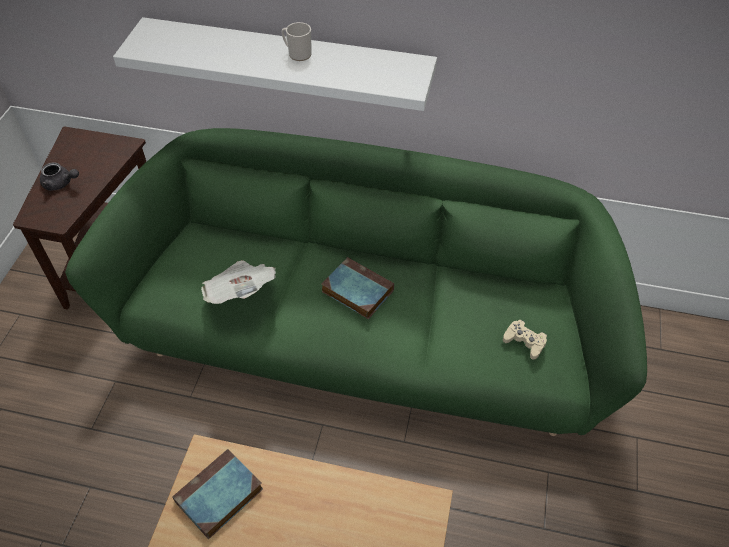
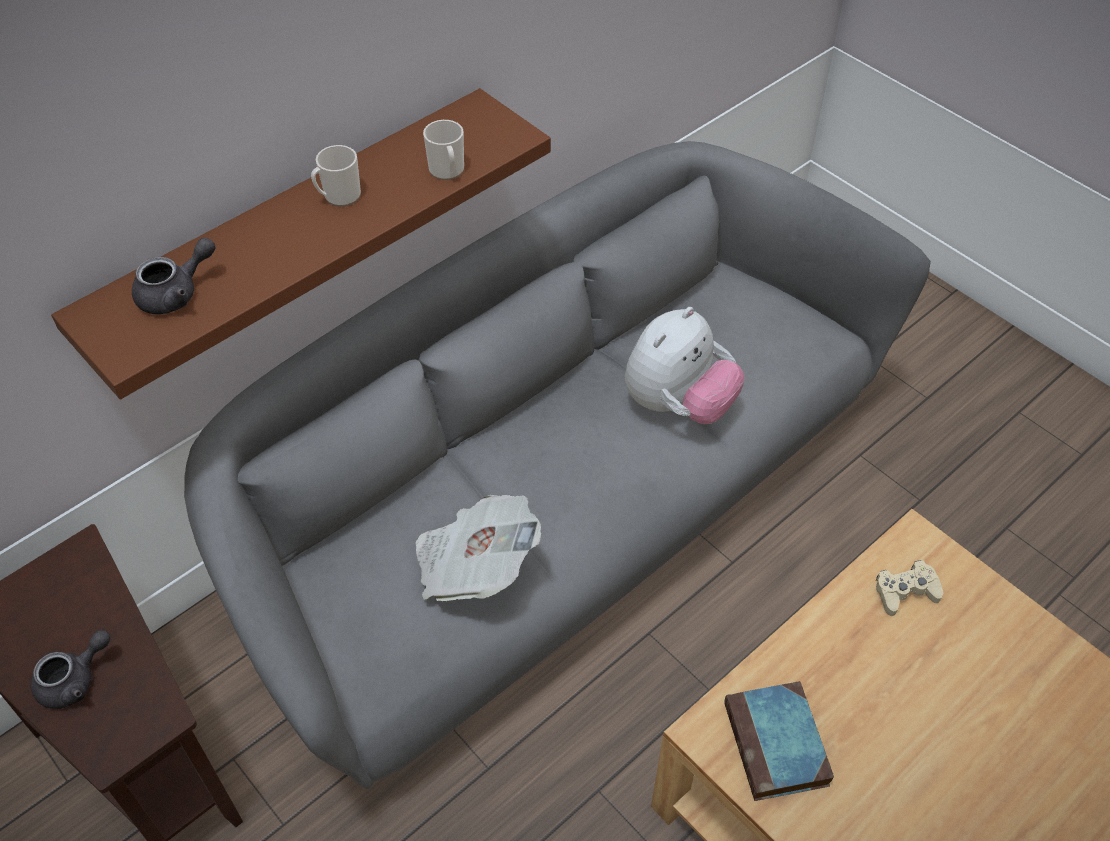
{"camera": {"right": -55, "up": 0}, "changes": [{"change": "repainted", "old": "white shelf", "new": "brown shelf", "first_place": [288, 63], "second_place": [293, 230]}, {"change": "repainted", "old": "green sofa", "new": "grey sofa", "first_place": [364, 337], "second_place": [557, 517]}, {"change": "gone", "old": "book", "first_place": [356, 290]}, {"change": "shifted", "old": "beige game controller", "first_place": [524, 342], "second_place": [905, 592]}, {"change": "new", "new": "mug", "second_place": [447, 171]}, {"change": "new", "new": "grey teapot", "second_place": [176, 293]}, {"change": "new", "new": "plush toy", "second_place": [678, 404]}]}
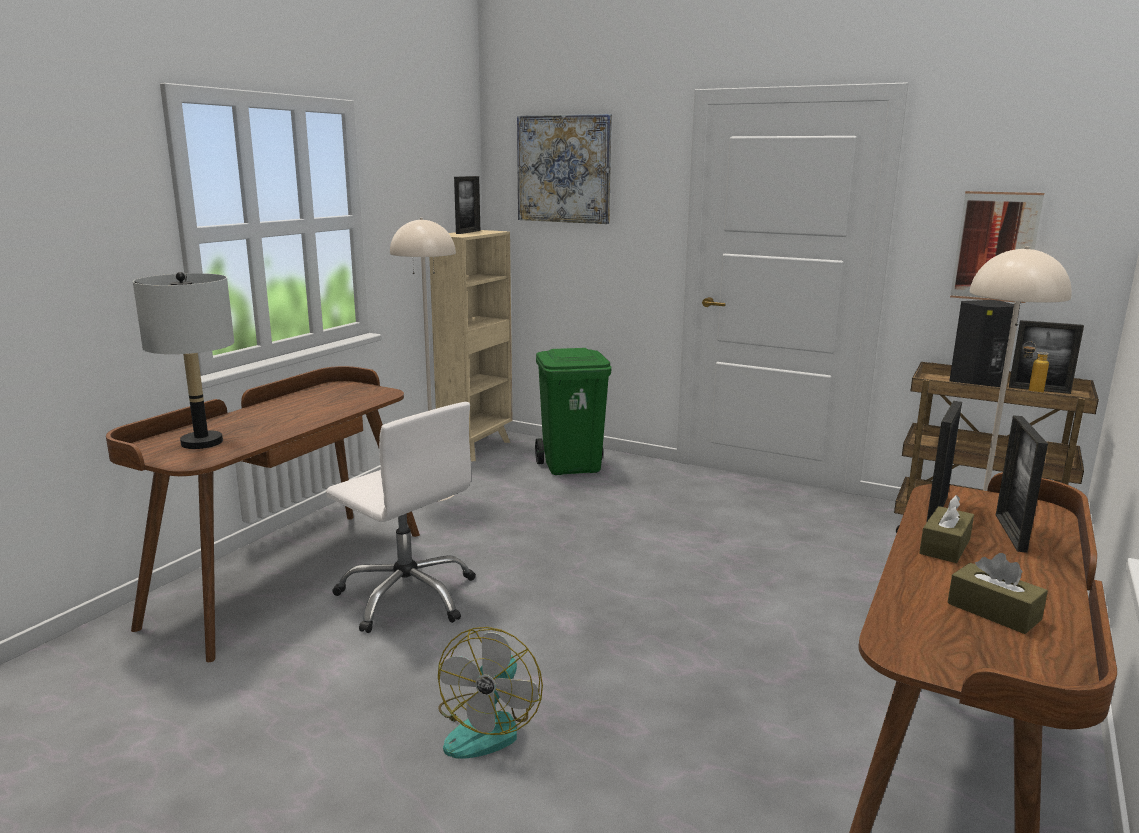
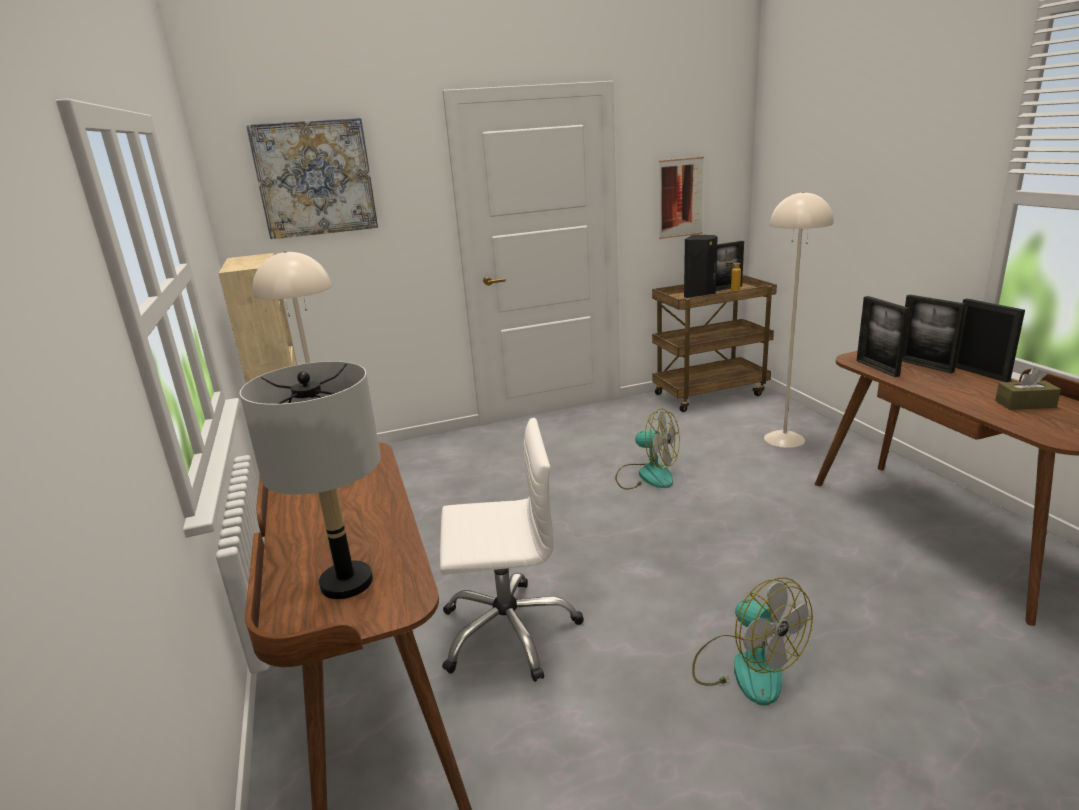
{"camera": {"right": -45, "up": 5}, "changes": [{"change": "shifted", "old": "picture frame", "first_place": [468, 232], "second_place": [979, 373]}, {"change": "gone", "old": "green trash can", "first_place": [572, 466]}, {"change": "gone", "old": "brown tissue box", "first_place": [945, 546]}, {"change": "new", "new": "fan", "second_place": [646, 475]}]}
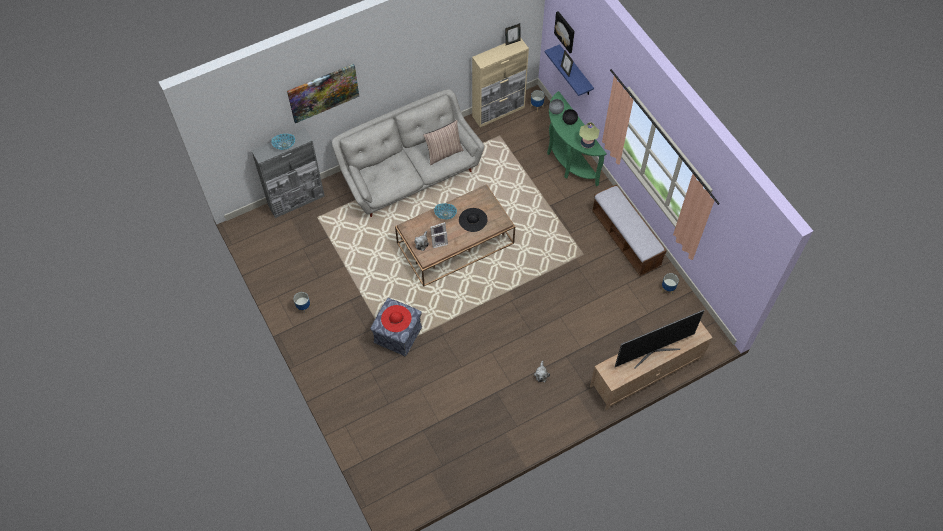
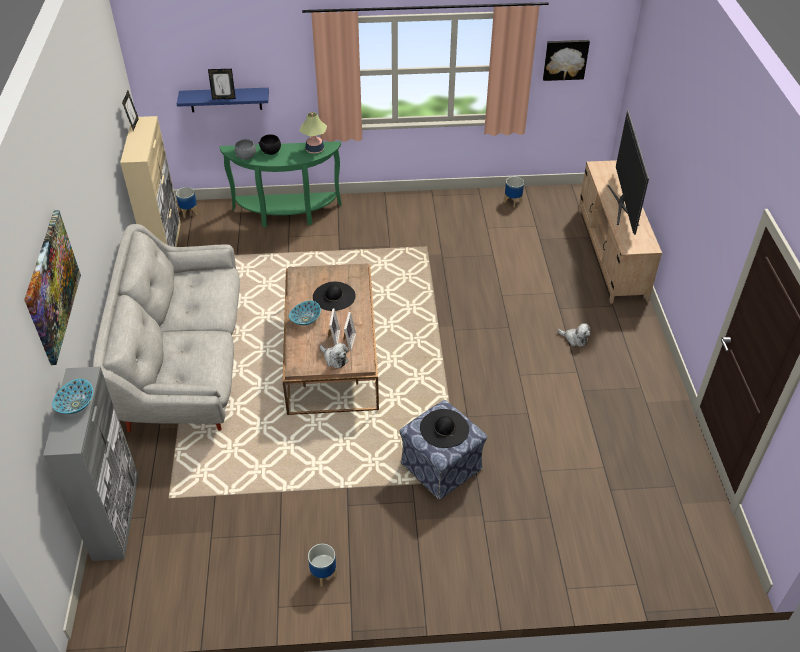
{"camera": {"right": -65, "up": -15}, "changes": [{"change": "shifted", "old": "picture", "first_place": [565, 31], "second_place": [565, 59]}, {"change": "gone", "old": "pillow", "first_place": [444, 153]}, {"change": "gone", "old": "bench", "first_place": [625, 239]}, {"change": "repainted", "old": "red hat", "new": "black hat", "first_place": [396, 318], "second_place": [444, 428]}]}
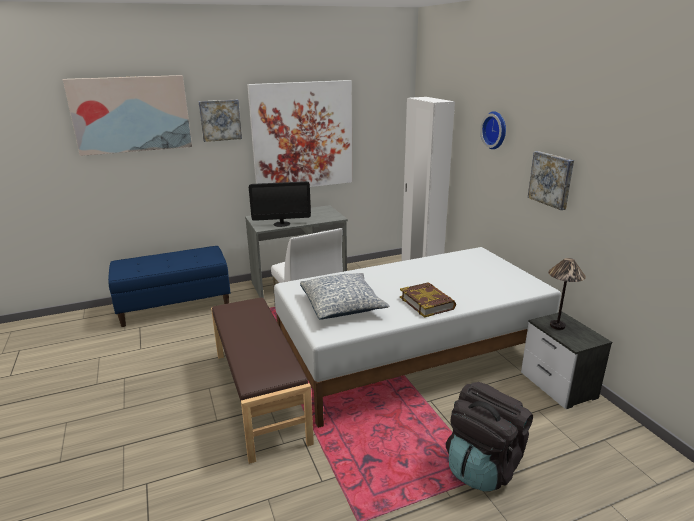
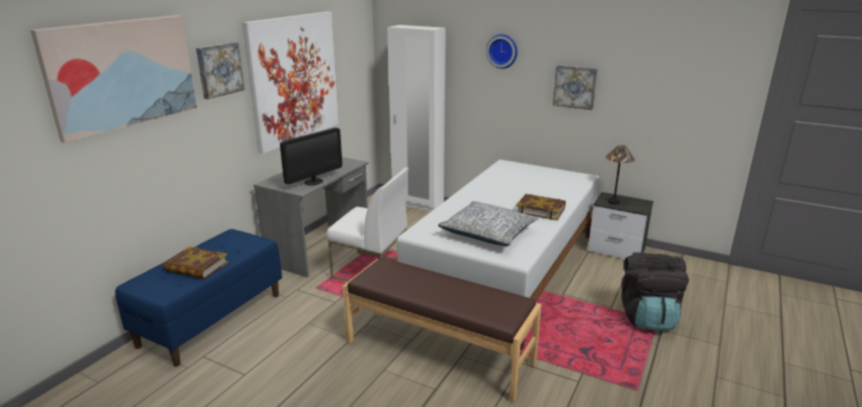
{"camera": {"right": -40, "up": 0}, "changes": [{"change": "new", "new": "book", "second_place": [196, 267]}]}
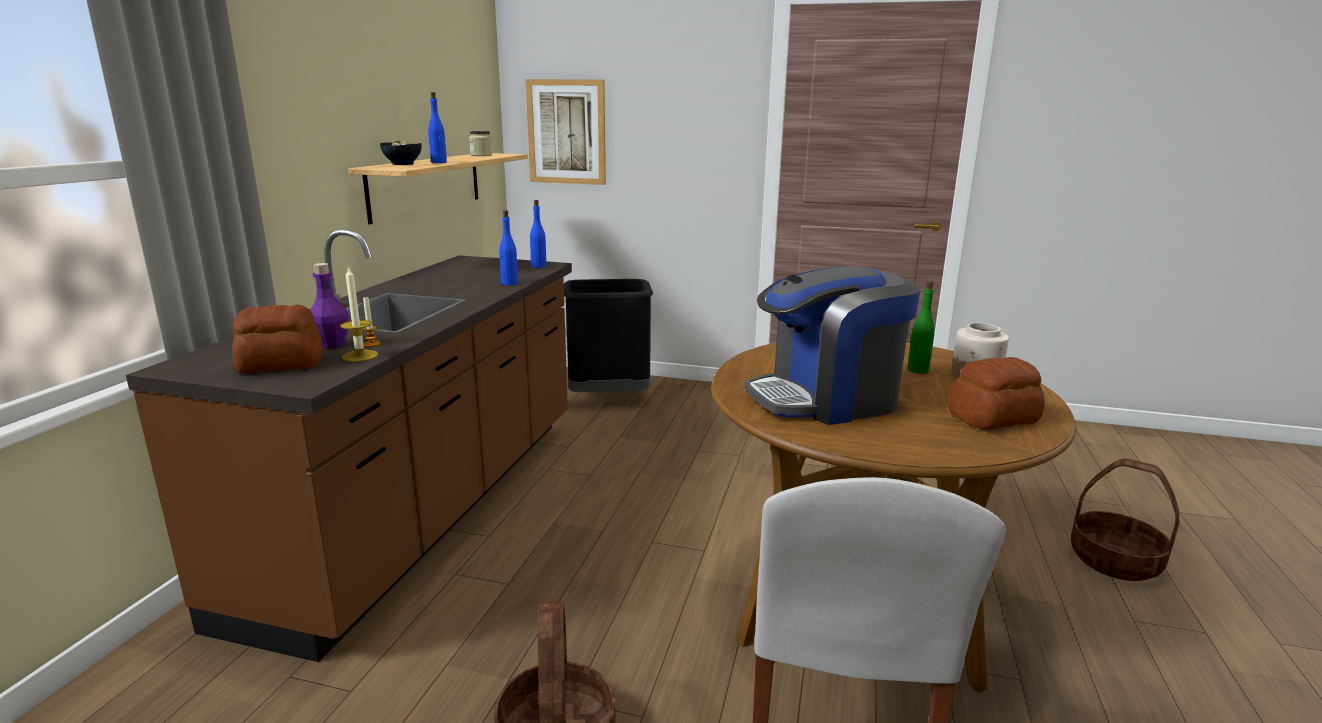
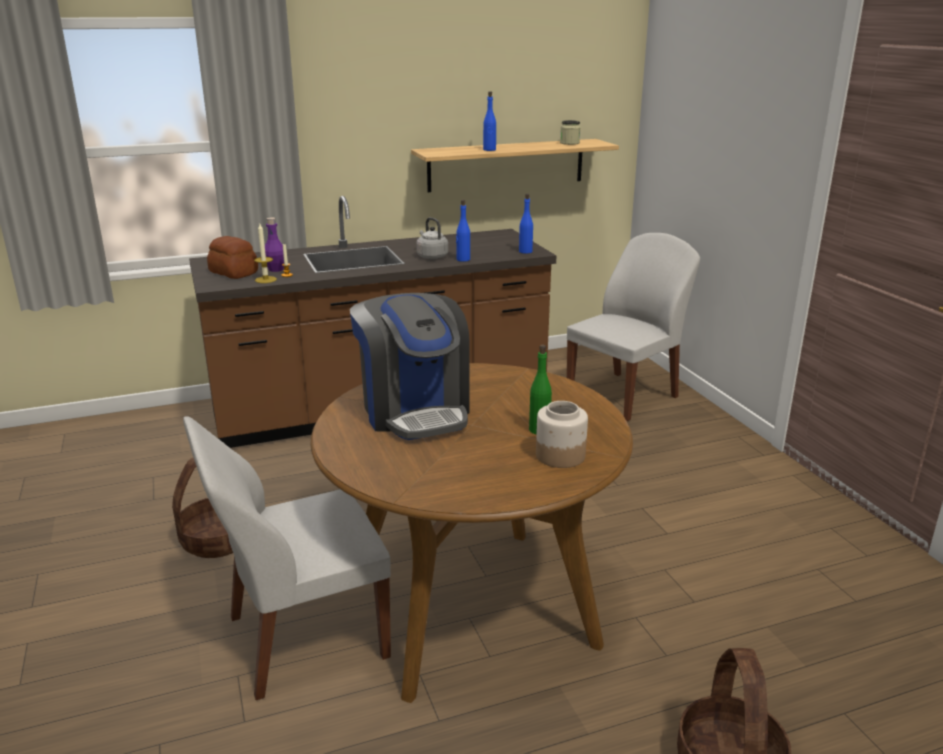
{"camera": {"right": 55, "up": 5}, "changes": [{"change": "gone", "old": "picture", "first_place": [566, 132]}, {"change": "gone", "old": "bowl", "first_place": [403, 164]}, {"change": "rotated", "old": "coffee machine", "first_place": [826, 399], "second_place": [414, 410], "degrees": -150}, {"change": "swapped", "old": "black trash can", "new": "white chair", "first_place": [609, 397], "second_place": [624, 395]}, {"change": "gone", "old": "bread", "first_place": [994, 418]}, {"change": "new", "new": "grey kettle", "second_place": [431, 256]}]}
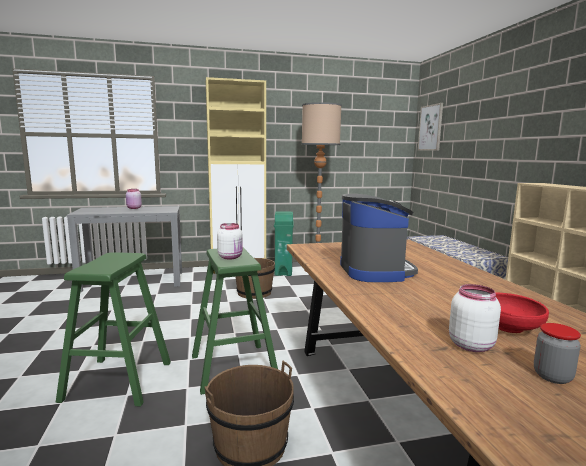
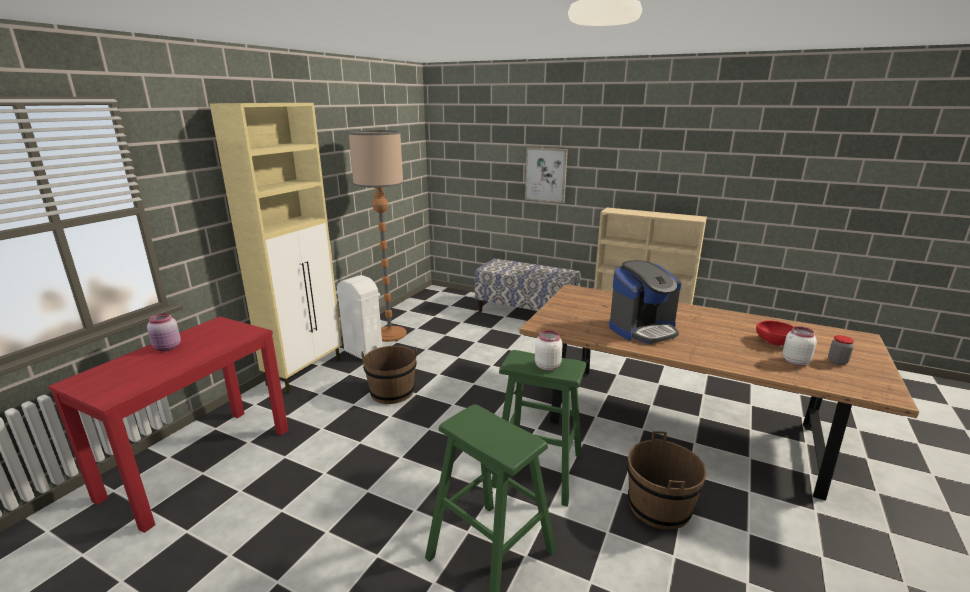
{"camera": {"right": -50, "up": 10}, "changes": [{"change": "shifted", "old": "picture", "first_place": [430, 128], "second_place": [546, 175]}, {"change": "rotated", "old": "coffee machine", "first_place": [375, 271], "second_place": [642, 329], "degrees": 120}, {"change": "repainted", "old": "grey console table", "new": "red console table", "first_place": [133, 281], "second_place": [200, 462]}, {"change": "repainted", "old": "green trash can", "new": "white trash can", "first_place": [283, 272], "second_place": [363, 352]}]}
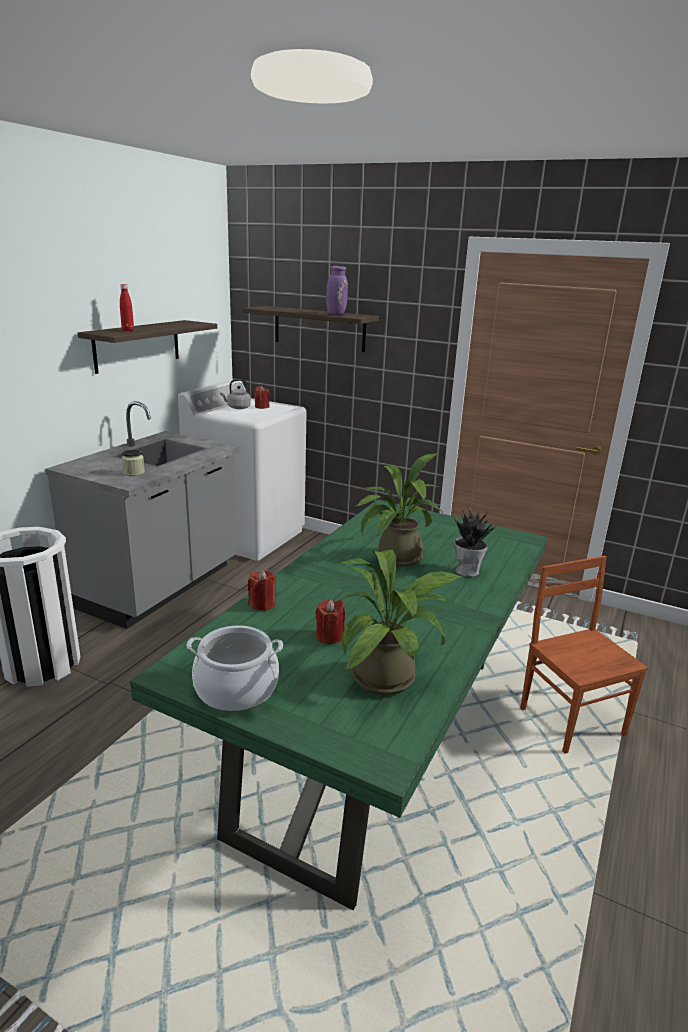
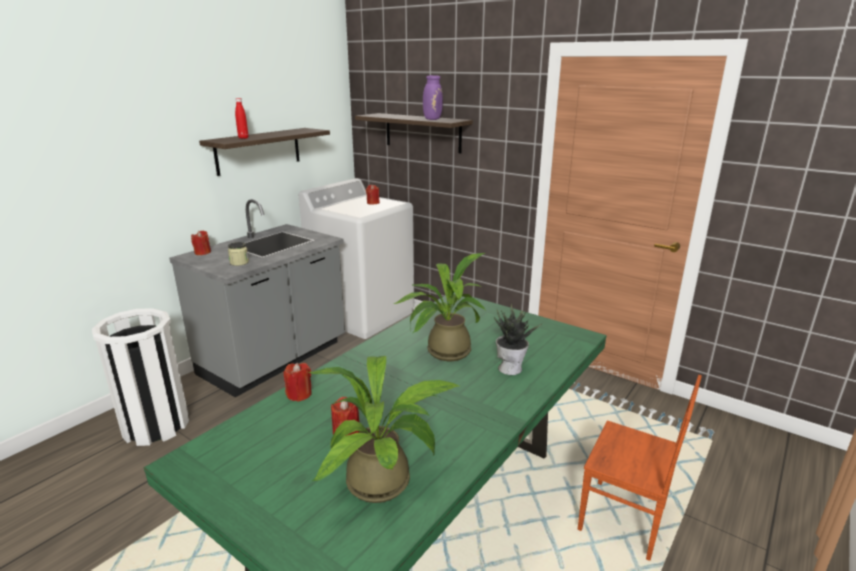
{"camera": {"right": 10, "up": 0}, "changes": [{"change": "gone", "old": "grey kettle", "first_place": [237, 408]}, {"change": "rotated", "old": "brown chair", "first_place": [572, 720], "second_place": [623, 520], "degrees": 135}, {"change": "gone", "old": "cooking pot", "first_place": [236, 690]}, {"change": "new", "new": "red candle", "second_place": [202, 252]}]}
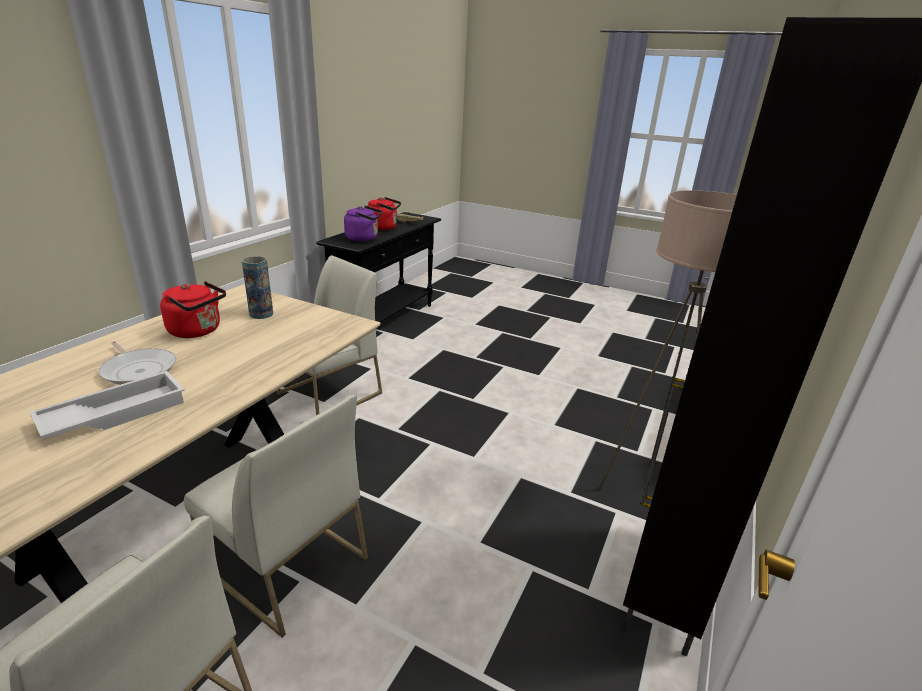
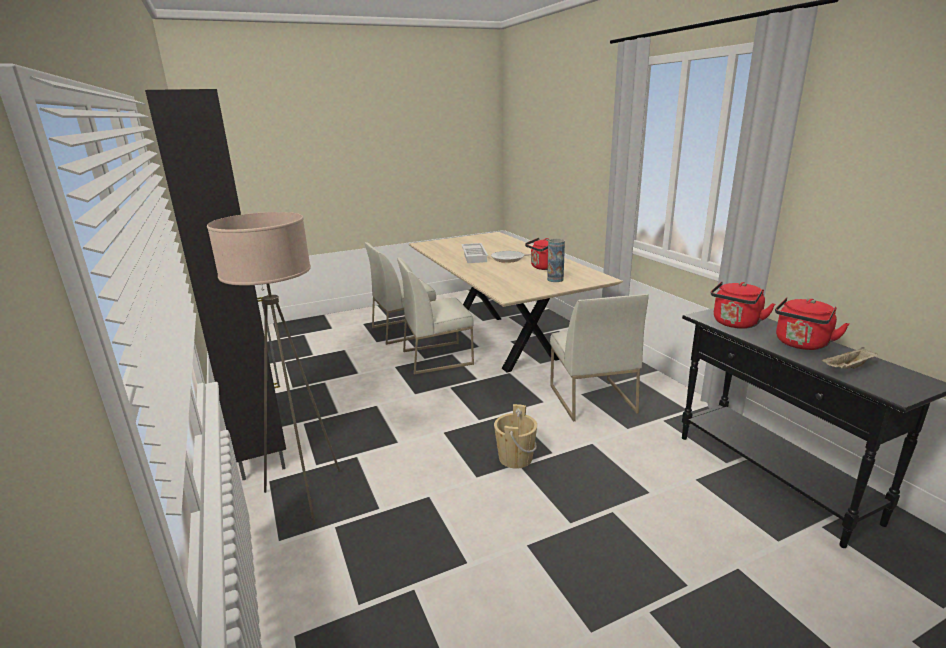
{"camera": {"right": 130, "up": -5}, "changes": [{"change": "repainted", "old": "purple kettle", "new": "red kettle", "first_place": [364, 238], "second_place": [735, 324]}, {"change": "new", "new": "beige bucket", "second_place": [515, 458]}]}
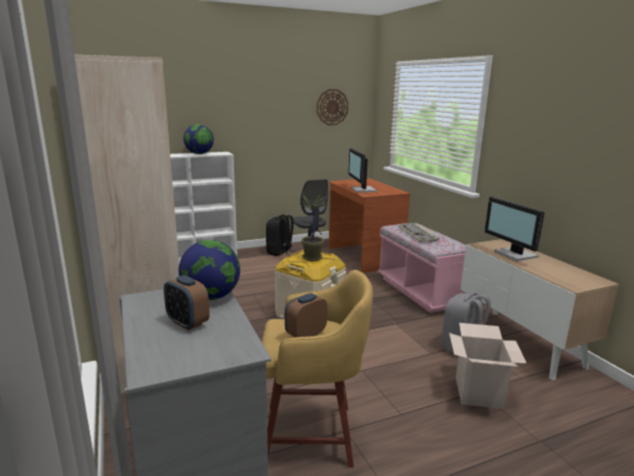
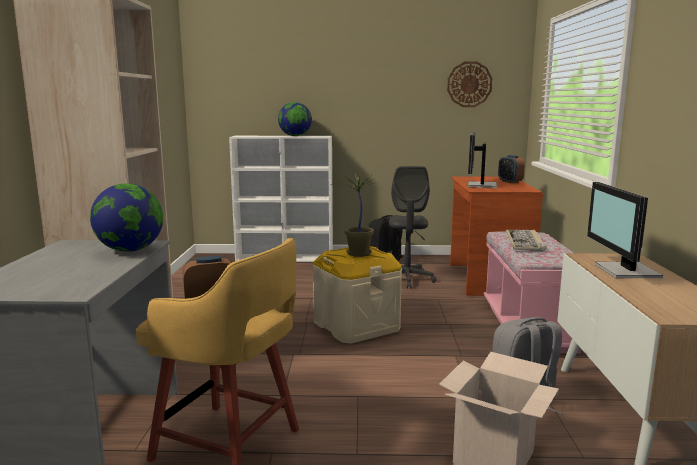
{"camera": {"right": 25, "up": -5}, "changes": [{"change": "shifted", "old": "alarm clock", "first_place": [187, 323], "second_place": [510, 182]}]}
